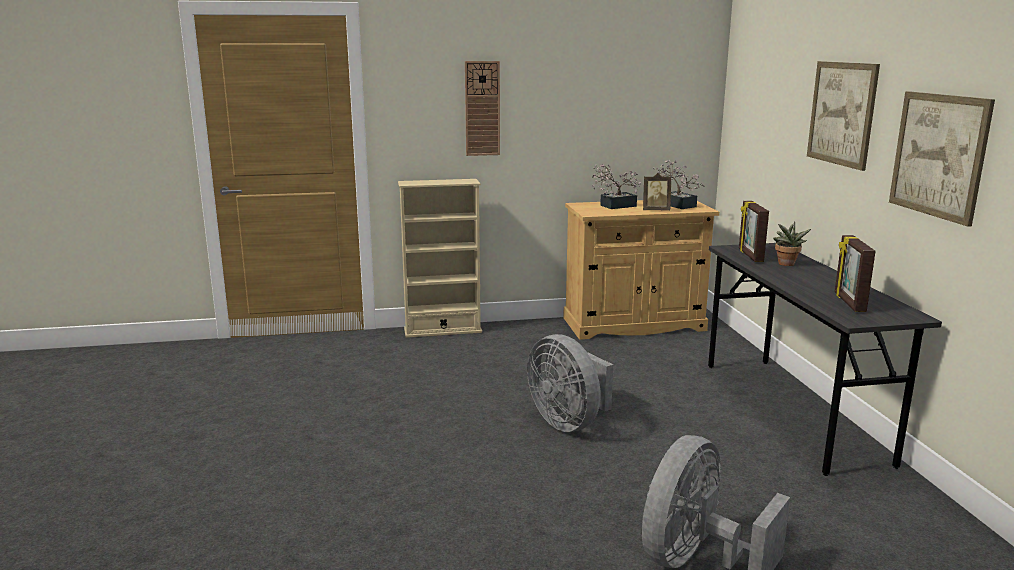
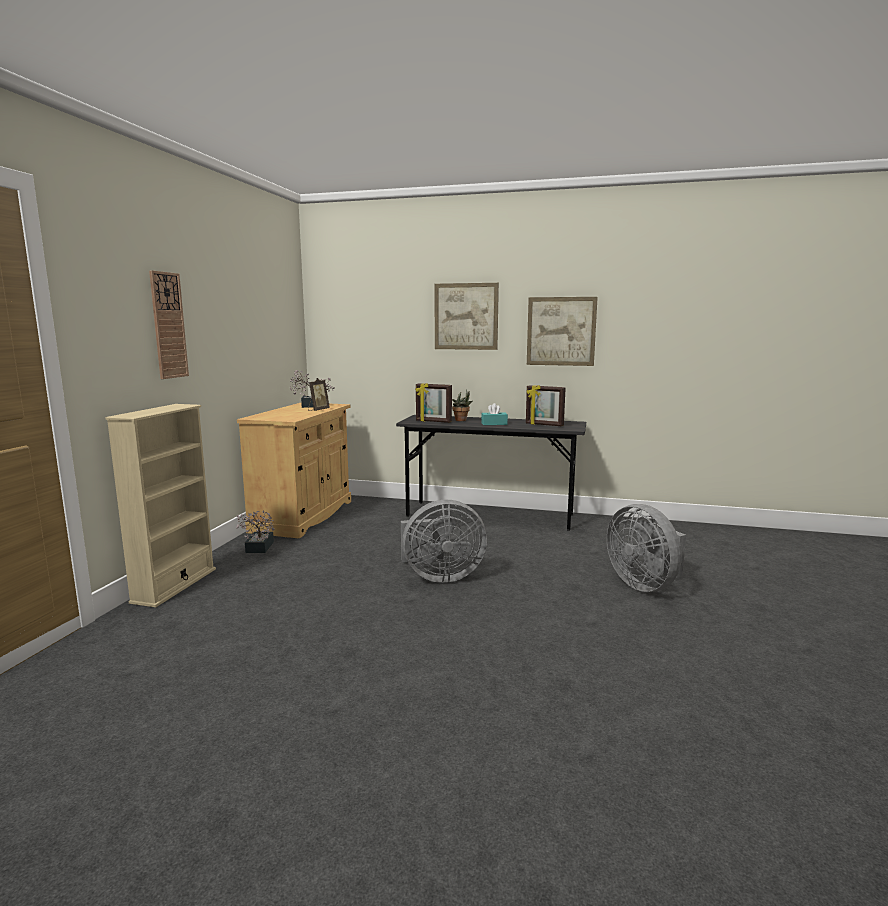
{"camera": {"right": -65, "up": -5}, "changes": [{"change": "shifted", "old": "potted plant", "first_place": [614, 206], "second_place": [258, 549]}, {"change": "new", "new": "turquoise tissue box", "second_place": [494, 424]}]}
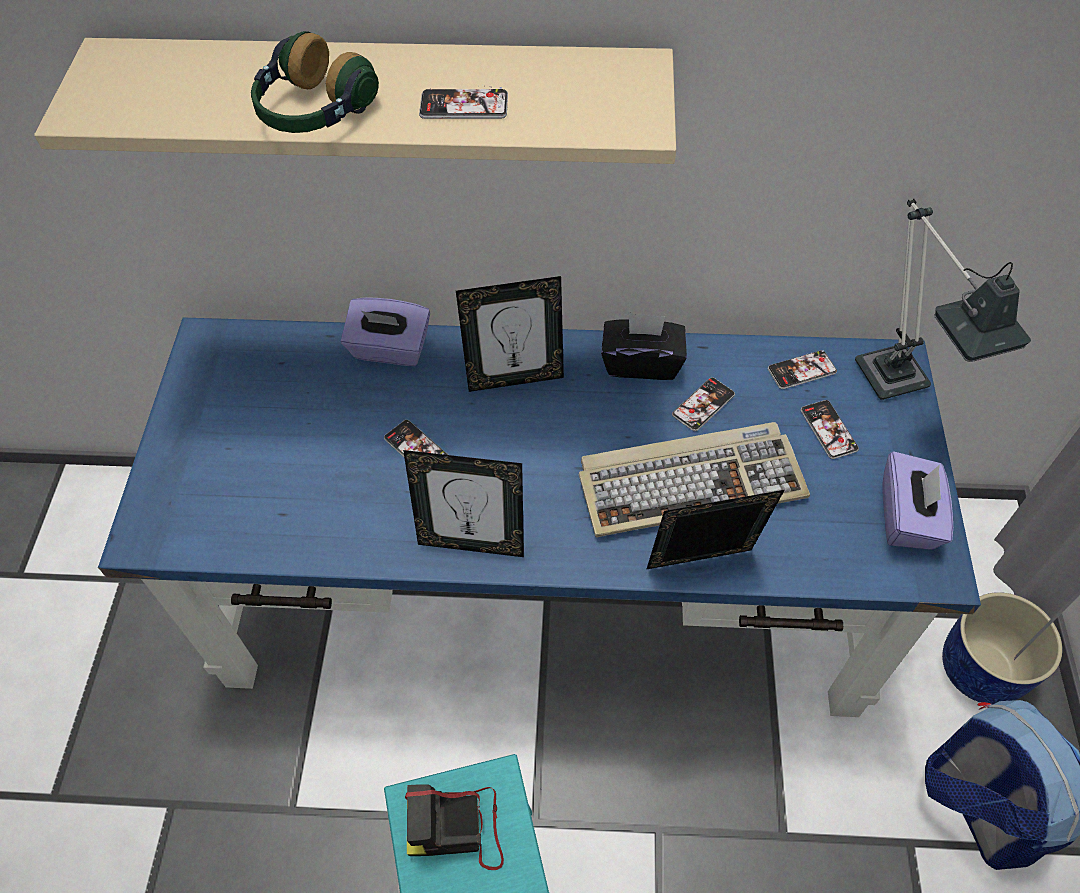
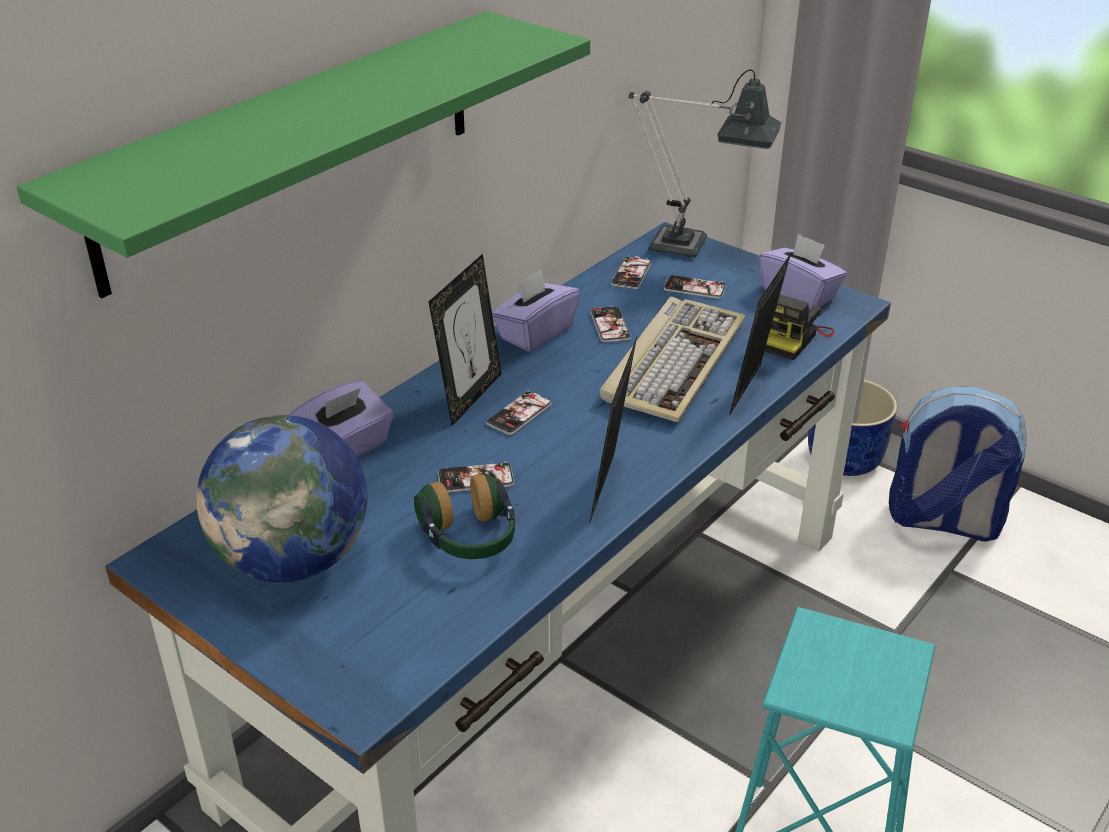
{"camera": {"right": -55, "up": -20}, "changes": [{"change": "shifted", "old": "headphones", "first_place": [314, 112], "second_place": [470, 538]}, {"change": "repainted", "old": "beige shelf", "new": "green shelf", "first_place": [384, 98], "second_place": [294, 146]}, {"change": "shifted", "old": "phone", "first_place": [464, 106], "second_place": [519, 414]}, {"change": "repainted", "old": "black tissue box", "new": "purple tissue box", "first_place": [641, 362], "second_place": [535, 333]}, {"change": "rotated", "old": "picture frame", "first_place": [472, 543], "second_place": [611, 490], "degrees": 150}, {"change": "shifted", "old": "photo camera", "first_place": [457, 828], "second_place": [791, 338]}, {"change": "new", "new": "globe", "second_place": [293, 560]}]}
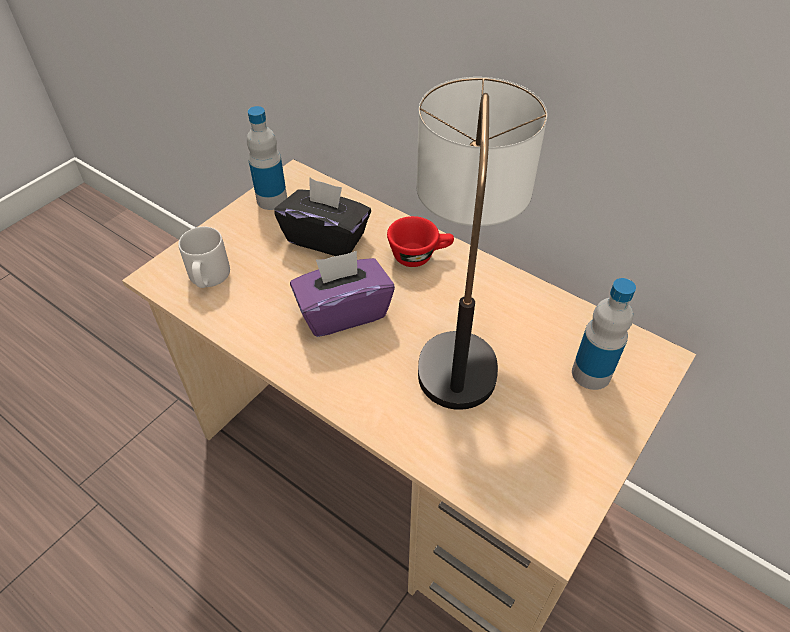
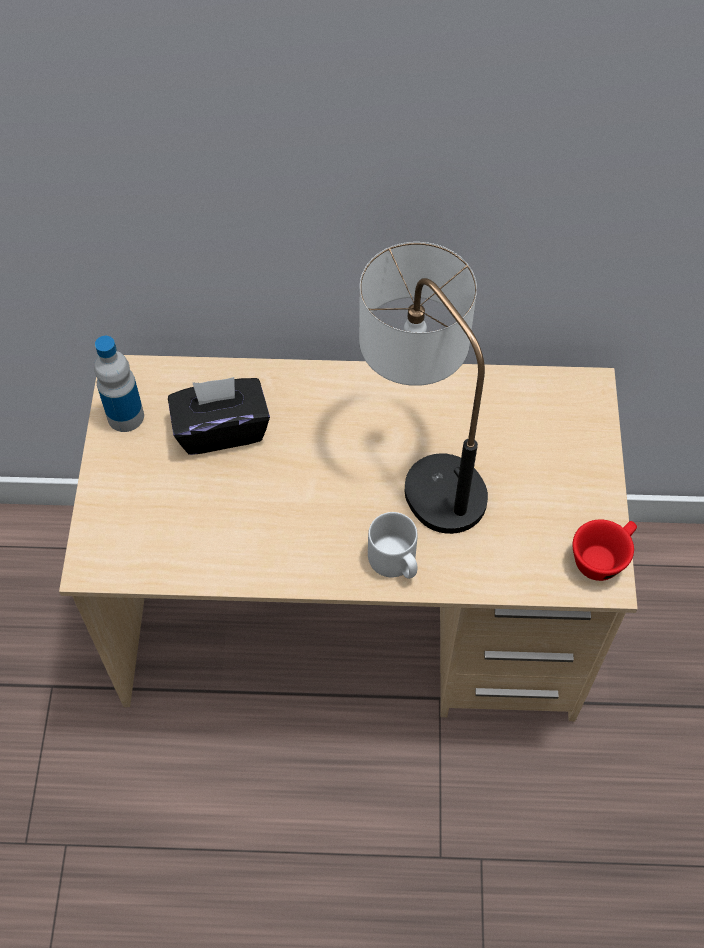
{"camera": {"right": -35, "up": 10}, "changes": [{"change": "shifted", "old": "red cup", "first_place": [419, 255], "second_place": [602, 557]}, {"change": "shifted", "old": "grey mug", "first_place": [208, 277], "second_place": [395, 562]}, {"change": "gone", "old": "purple tissue box", "first_place": [343, 312]}, {"change": "gone", "old": "bottle", "first_place": [591, 373]}]}
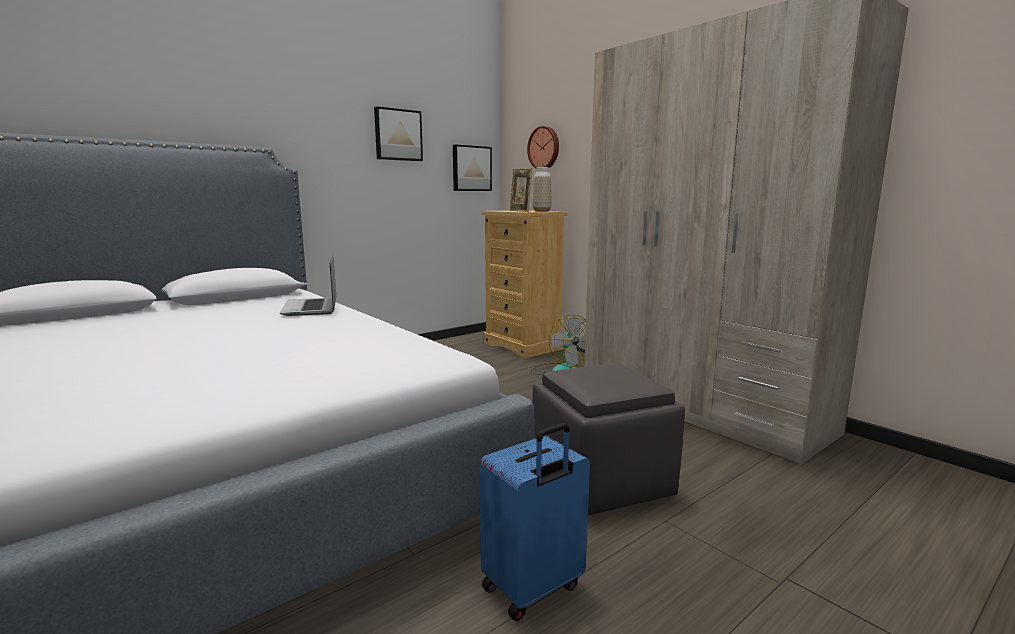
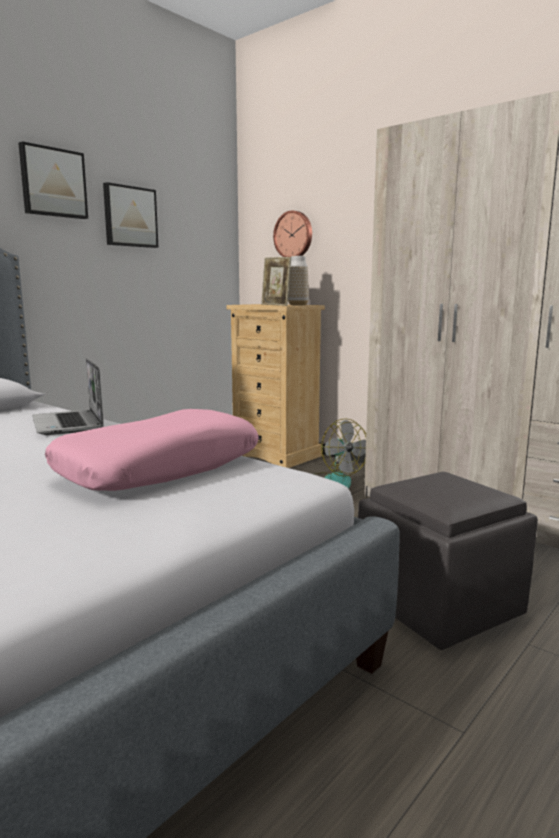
{"camera": {"right": -10, "up": 0}, "changes": [{"change": "shifted", "old": "picture", "first_place": [471, 168], "second_place": [53, 182]}, {"change": "gone", "old": "blue suitcase", "first_place": [533, 589]}, {"change": "new", "new": "pink pillow", "second_place": [160, 468]}]}
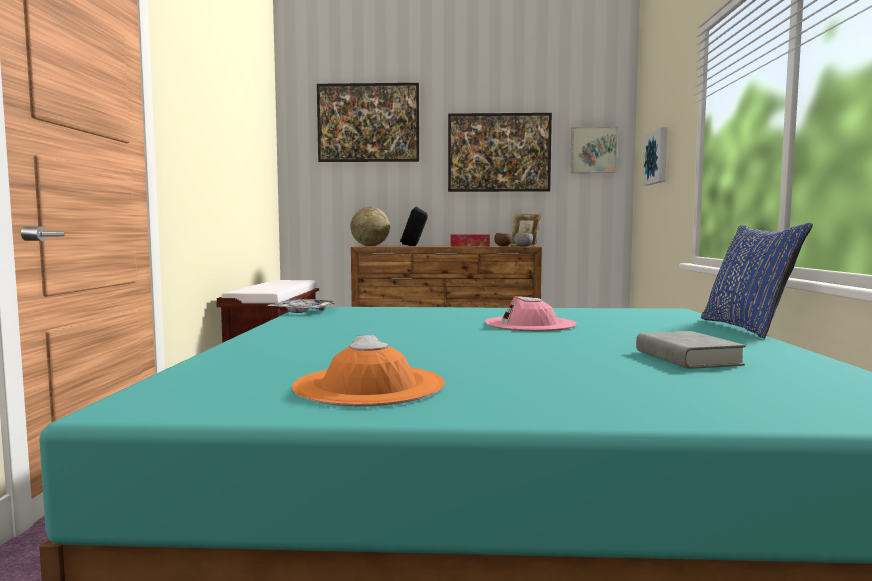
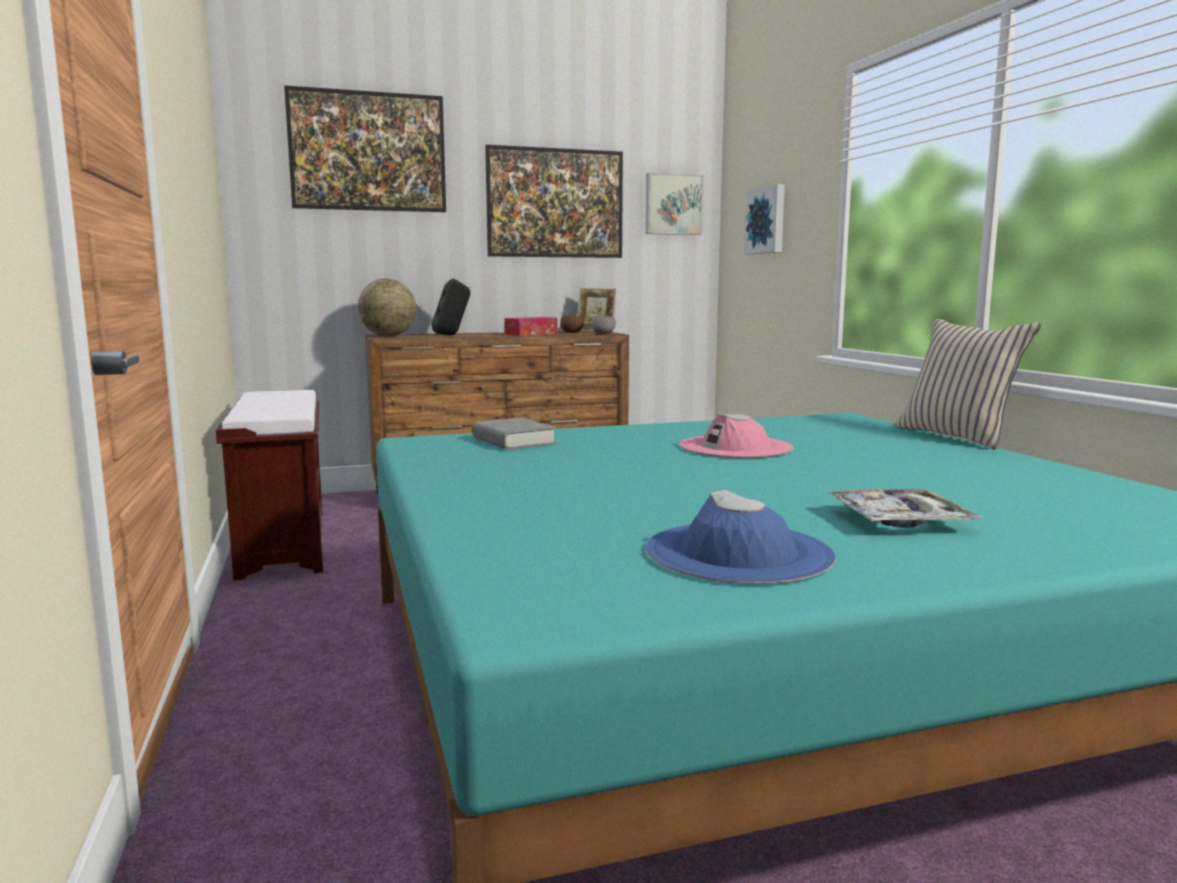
{"camera": {"right": -20, "up": 5}, "changes": [{"change": "repainted", "old": "blue pillow", "new": "beige pillow", "first_place": [747, 328], "second_place": [957, 436]}, {"change": "shifted", "old": "tray", "first_place": [303, 311], "second_place": [899, 520]}, {"change": "shifted", "old": "grey book", "first_place": [687, 358], "second_place": [514, 441]}, {"change": "repainted", "old": "orange hat", "new": "blue hat", "first_place": [369, 385], "second_place": [738, 553]}]}
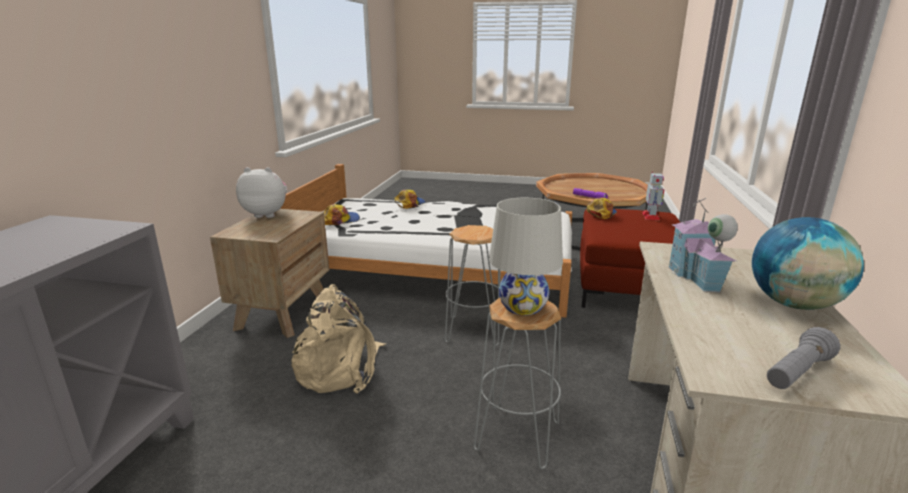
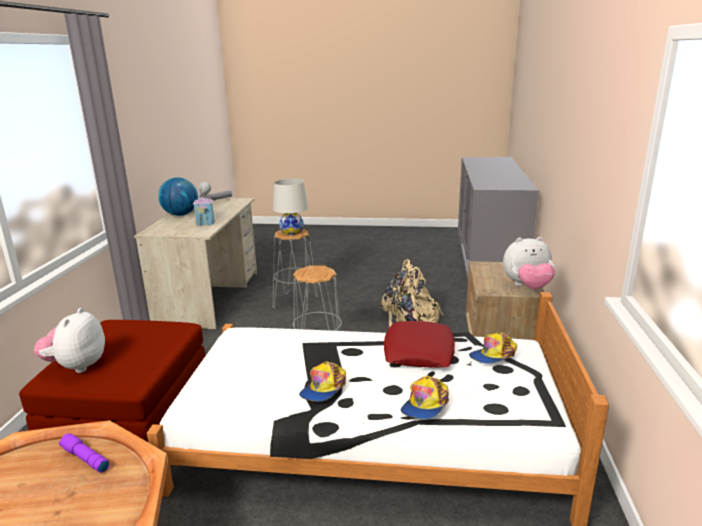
{"camera": {"right": 175, "up": 0}, "changes": [{"change": "swapped", "old": "toy robot", "new": "plush toy", "first_place": [651, 216], "second_place": [77, 366]}, {"change": "shifted", "old": "cap", "first_place": [601, 213], "second_place": [324, 388]}, {"change": "new", "new": "red pillow", "second_place": [419, 351]}]}
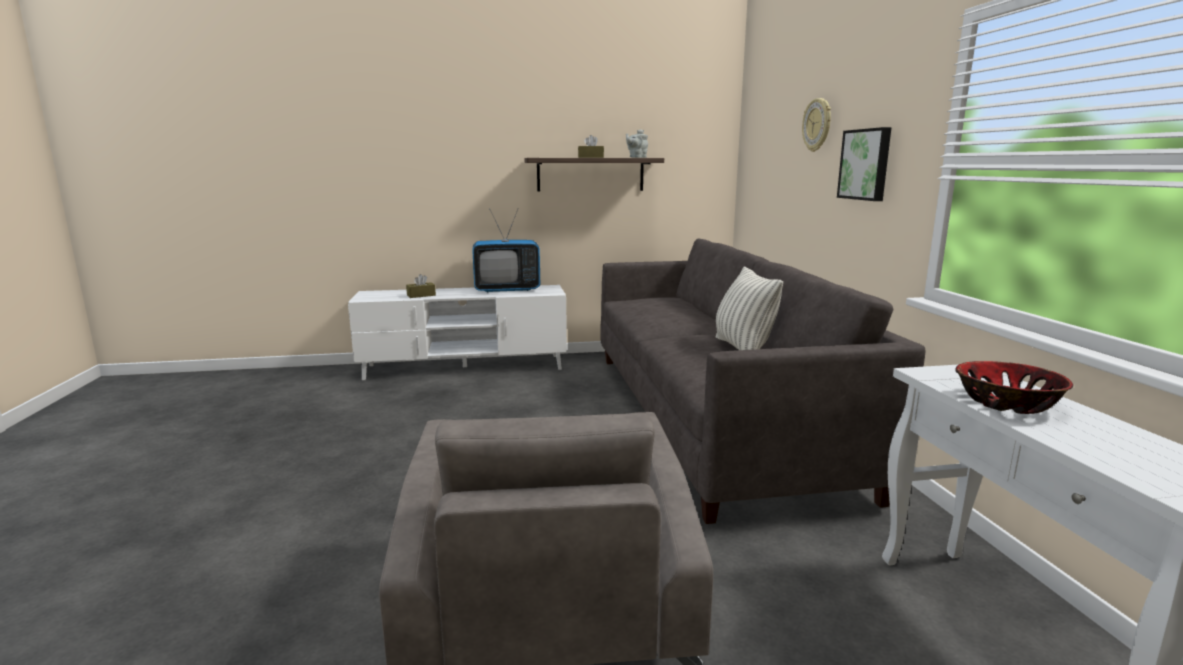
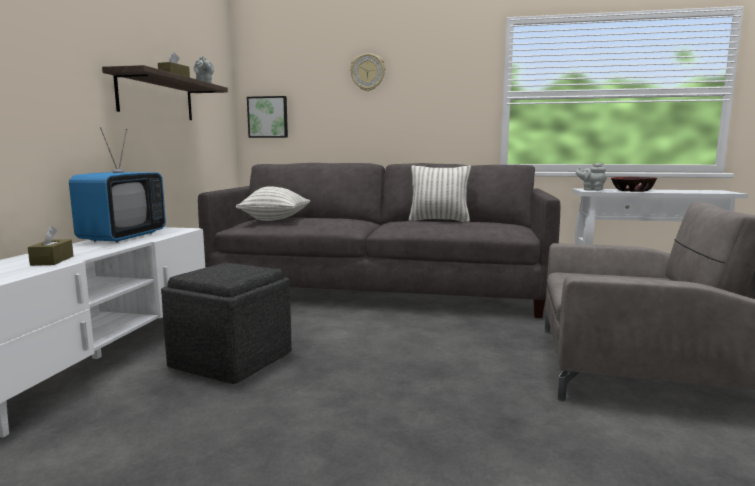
{"camera": {"right": -70, "up": -5}, "changes": [{"change": "shifted", "old": "picture", "first_place": [866, 164], "second_place": [268, 117]}, {"change": "new", "new": "grey teapot", "second_place": [591, 190]}, {"change": "new", "new": "pillow", "second_place": [275, 220]}, {"change": "new", "new": "grey ottoman", "second_place": [231, 359]}]}
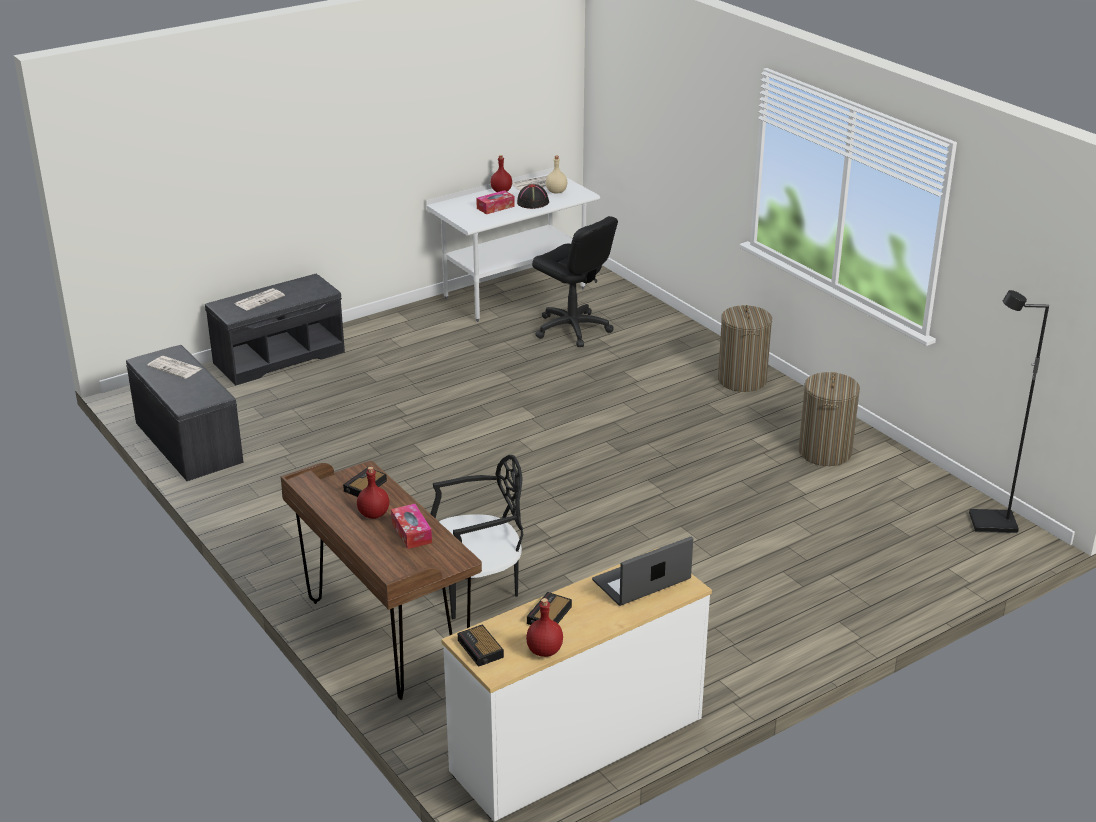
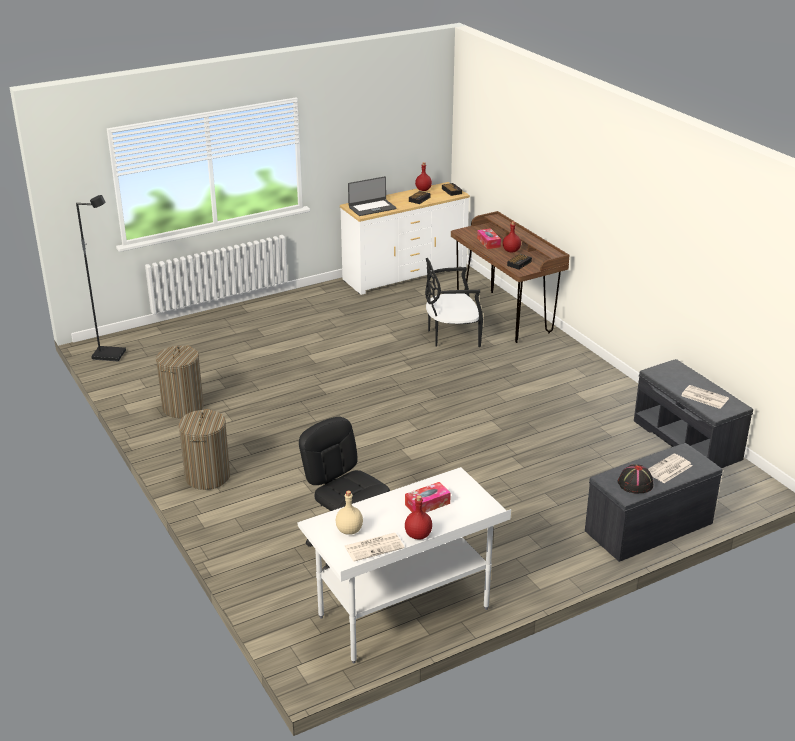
{"camera": {"right": -175, "up": 0}, "changes": [{"change": "shifted", "old": "black hat", "first_place": [533, 202], "second_place": [635, 484]}]}
